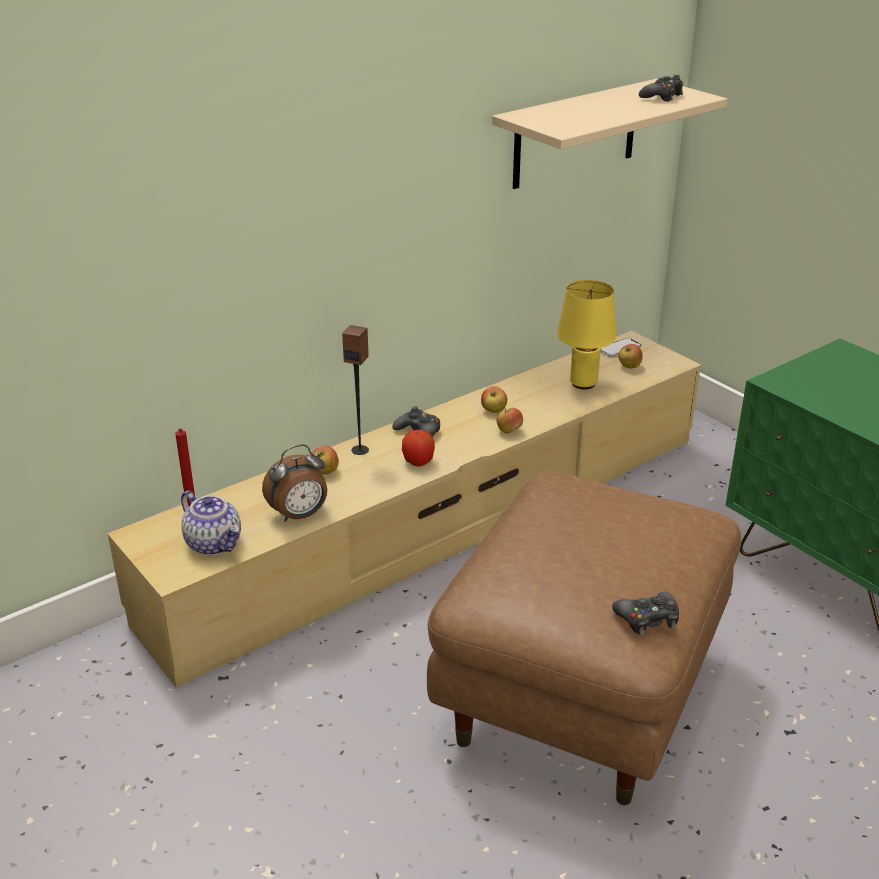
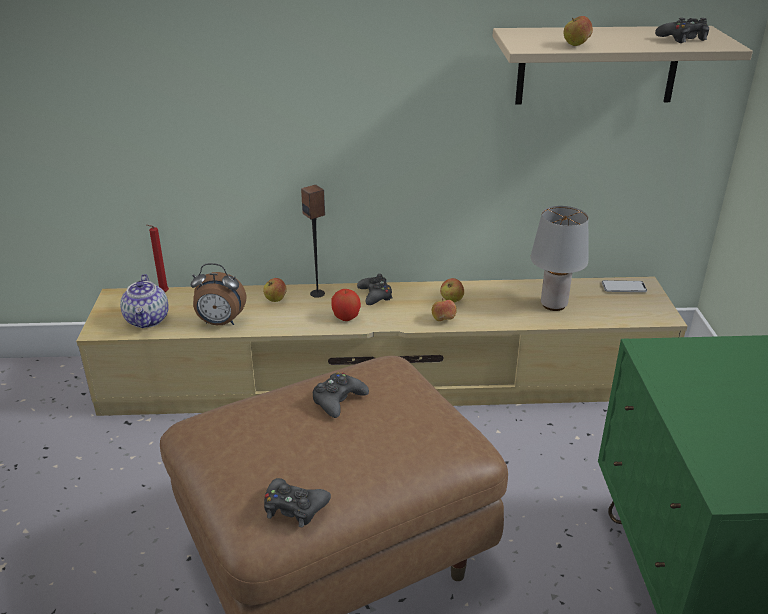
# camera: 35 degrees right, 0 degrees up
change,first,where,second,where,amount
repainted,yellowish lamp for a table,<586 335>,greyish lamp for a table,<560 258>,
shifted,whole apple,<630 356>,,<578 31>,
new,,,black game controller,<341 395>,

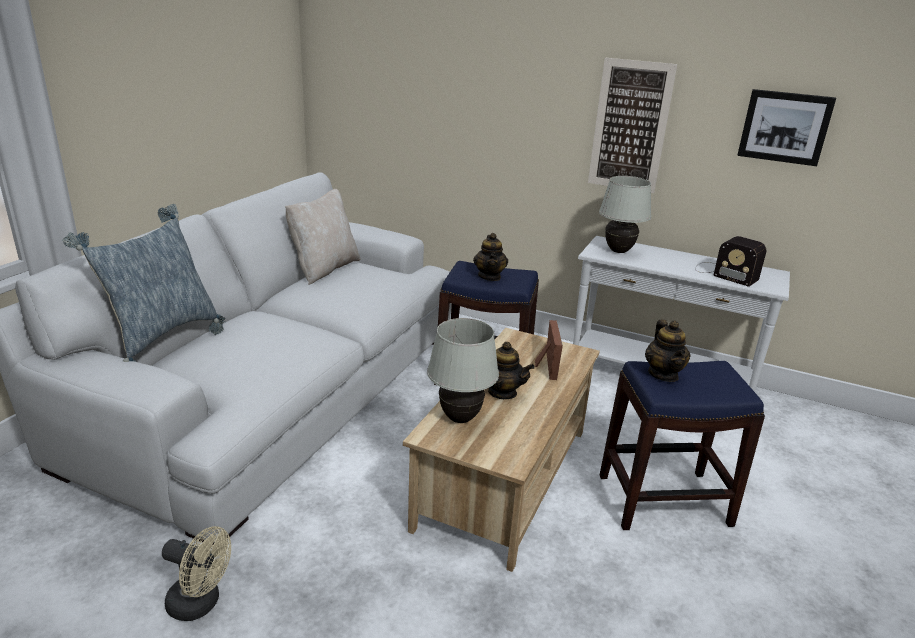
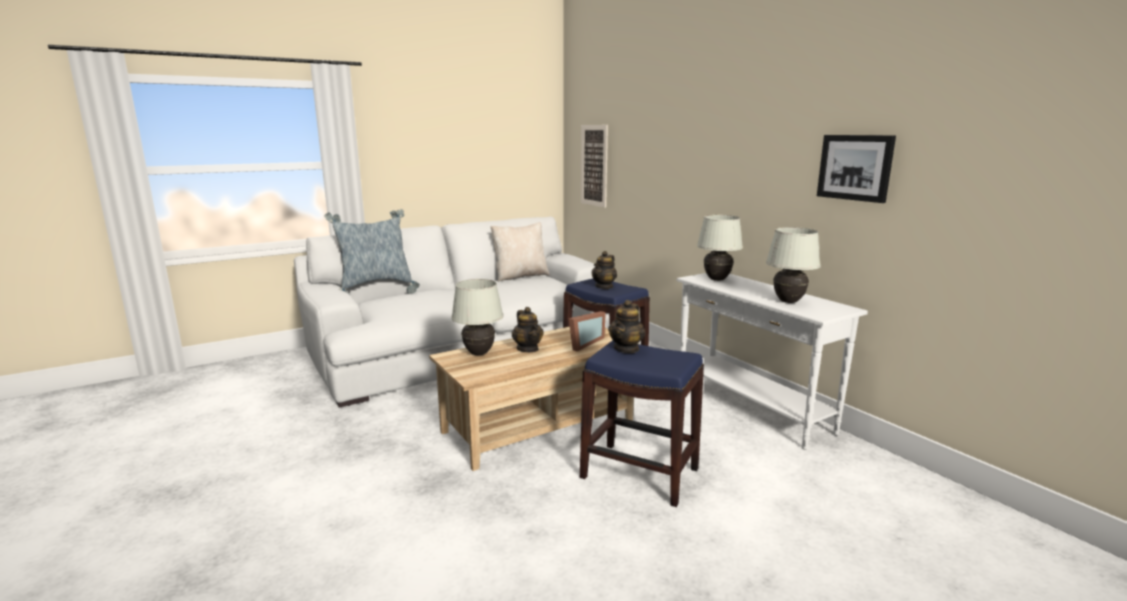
# camera: 35 degrees right, 10 degrees down
change,first,where,second,where,amount
gone,beige fan,<196 573>,,,
shifted,picture,<632 125>,,<594 166>,
swapped,radio set,<730 261>,white lamp for a table,<793 265>,

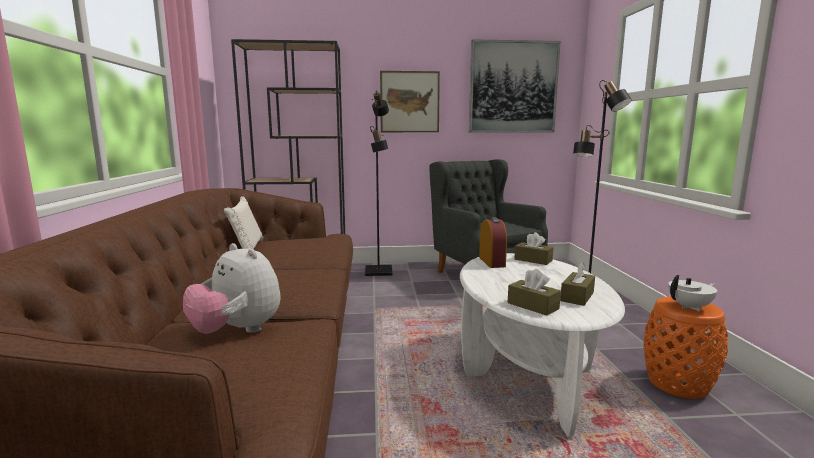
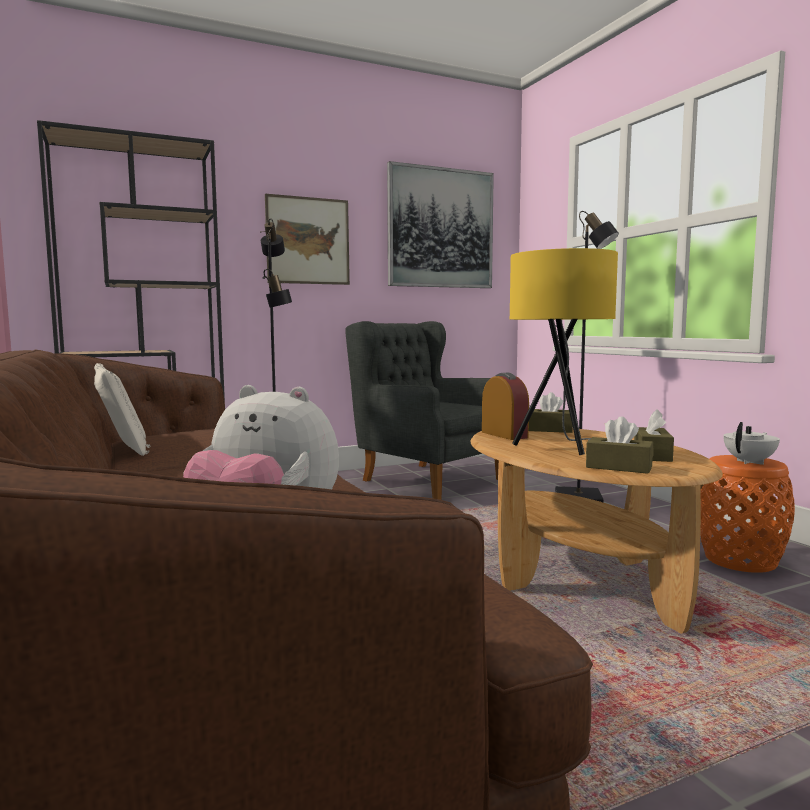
# camera: 20 degrees left, 5 degrees down
change,first,where,second,where,amount
repainted,white low table,<542 345>,brown low table,<596 531>,
new,,,yellowish lamp for a table,<564 351>,

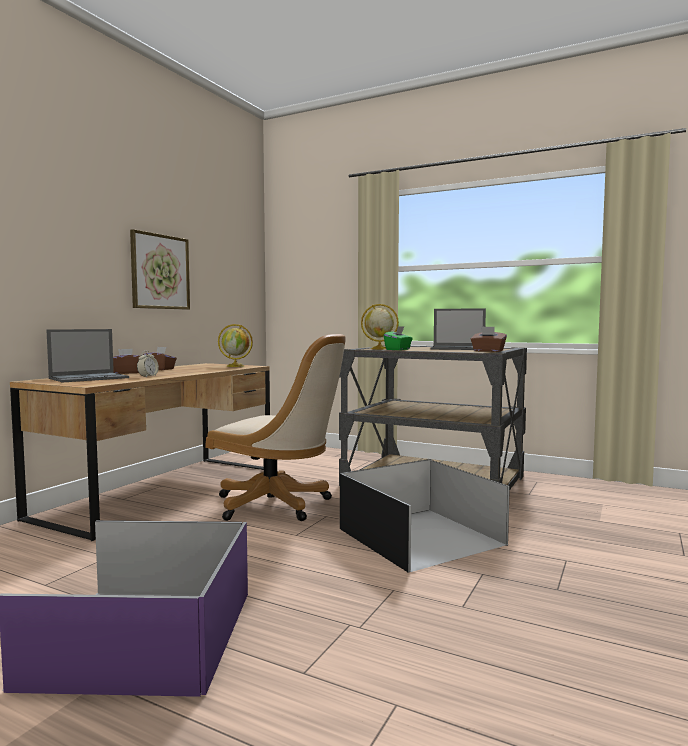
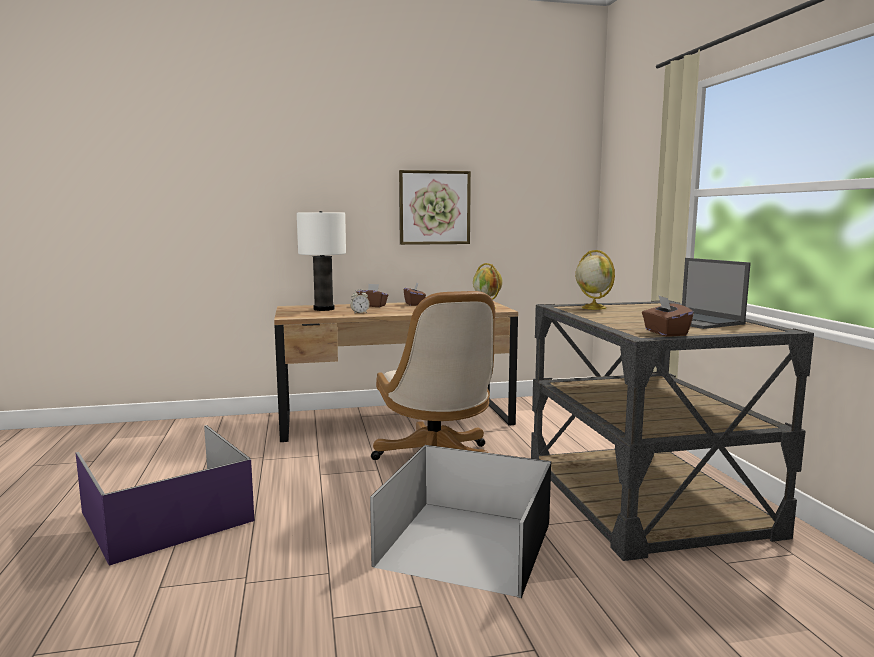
# camera: 50 degrees right, 5 degrees up
change,first,where,second,where,amount
swapped,notebook computer,<87 356>,white lamp for a table,<321 261>,
gone,green tissue holder,<398 338>,,,

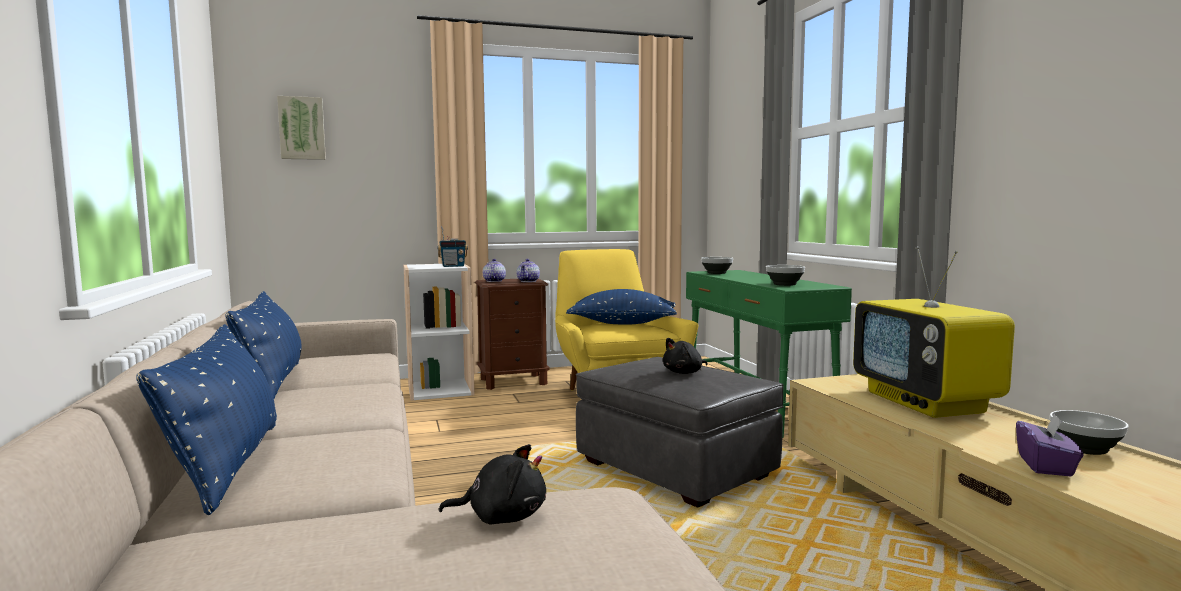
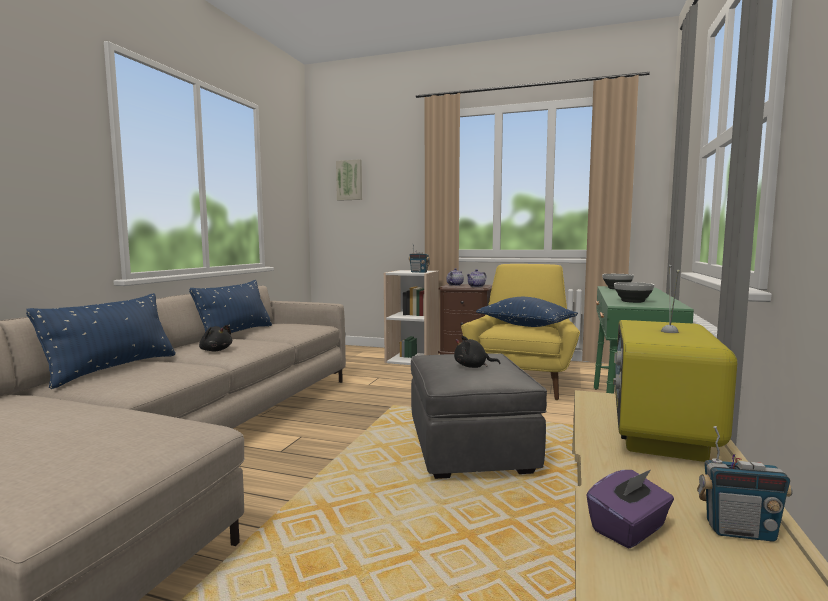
# camera: 35 degrees right, 0 degrees up
change,first,where,second,where,amount
shifted,black plush toy,<492 484>,,<215 338>,
swapped,bowl,<1089 432>,radio set,<745 484>,

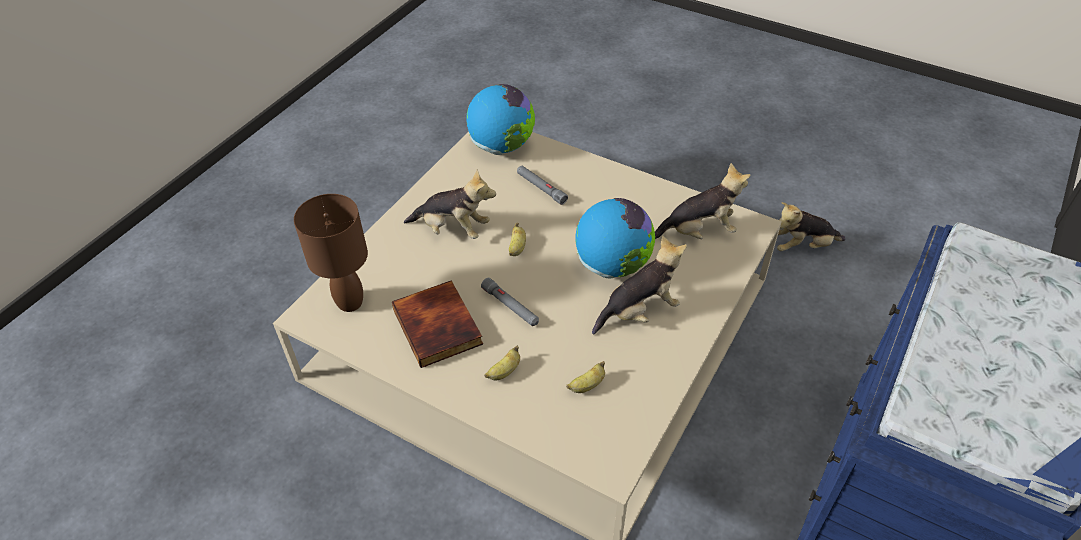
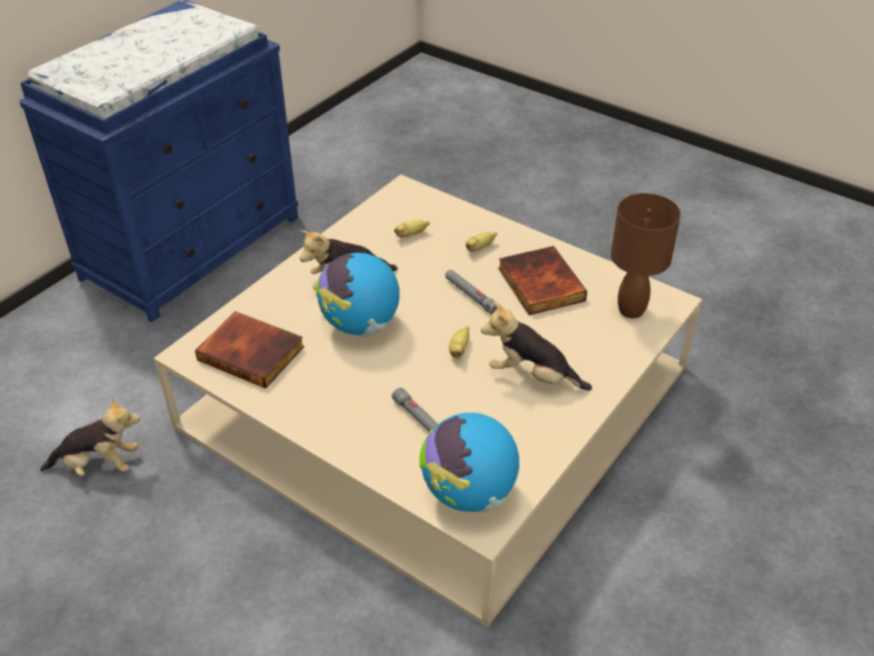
# camera: 175 degrees left, 5 degrees down
change,first,where,second,where,amount
swapped,plush toy,<703 201>,book,<249 350>,

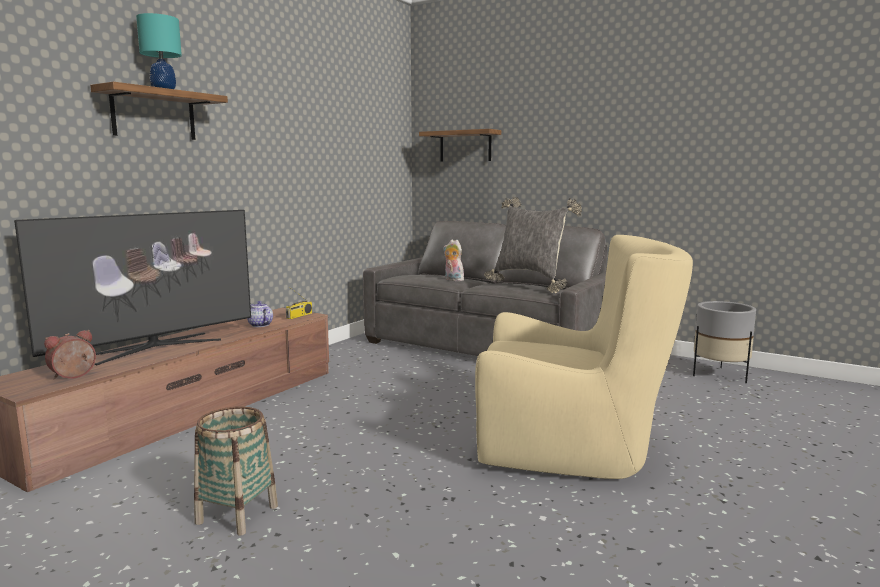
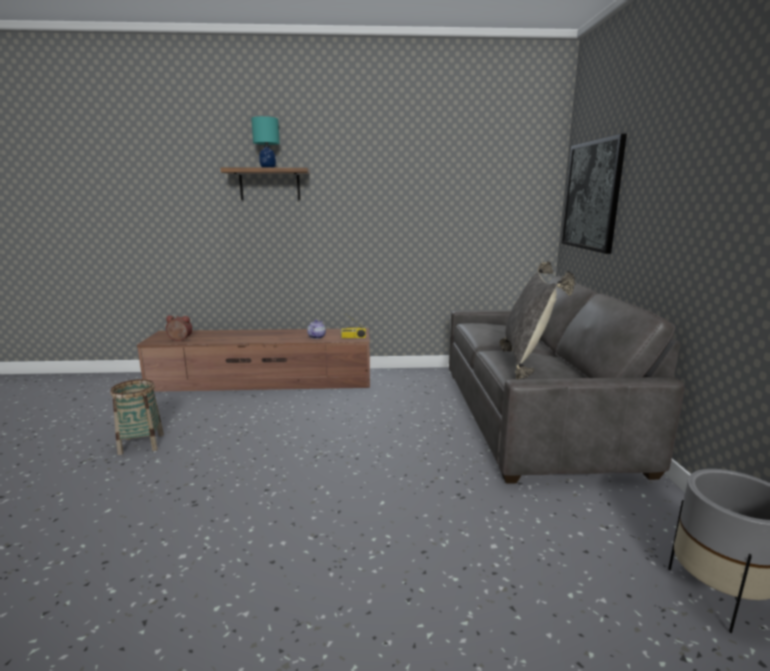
# camera: 55 degrees right, 5 degrees up
change,first,where,second,where,amount
gone,TV,<132 287>,,,
swapped,wall shelf,<460 145>,picture,<594 194>,
gone,plush toy,<454 260>,,,
gone,beige armchair,<584 357>,,,

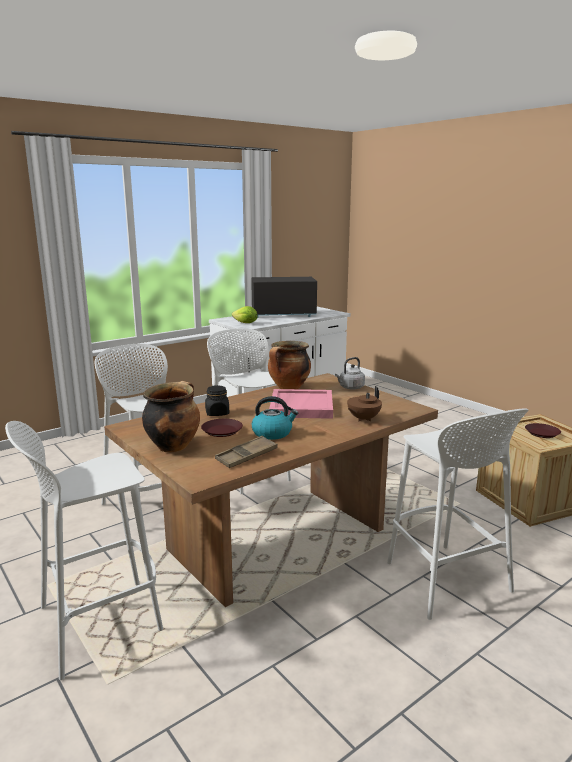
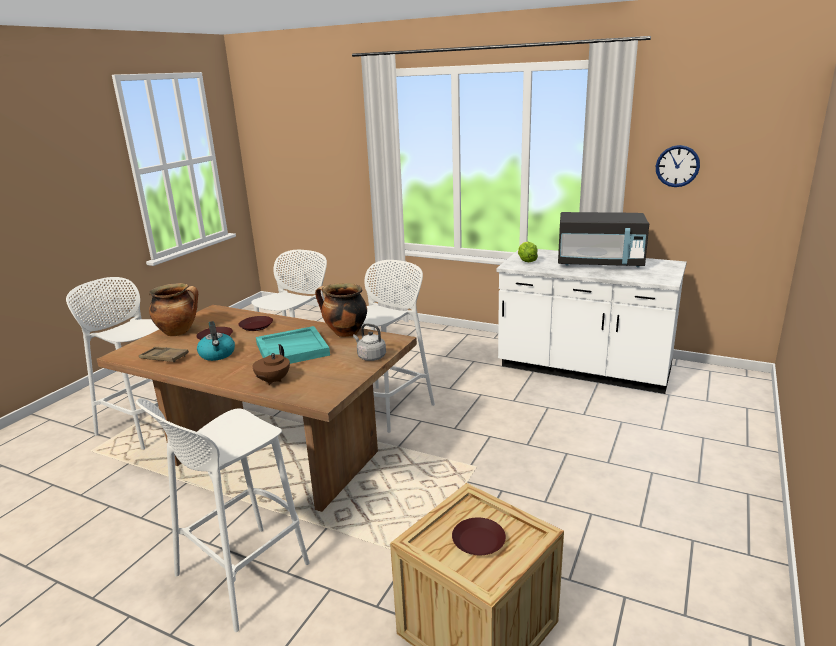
# camera: 65 degrees right, 5 degrees up
change,first,where,second,where,amount
swapped,black jar,<217 400>,brown plate,<256 323>,
rotated,black microwave,<284 297>,,<603 239>,135 degrees clockwise
repainted,pink-coloured tray,<301 404>,blue-green tray,<293 345>,
rotated,brown teapot,<364 404>,,<271 364>,90 degrees counterclockwise
new,,,hanging clock,<678 166>,

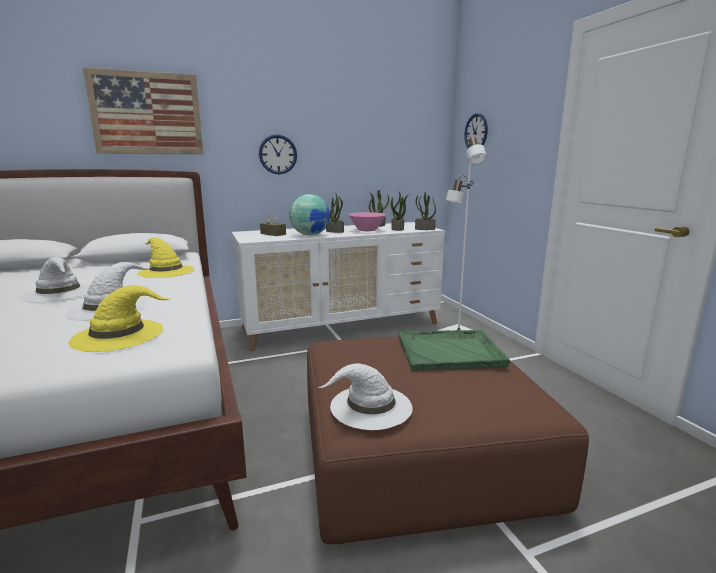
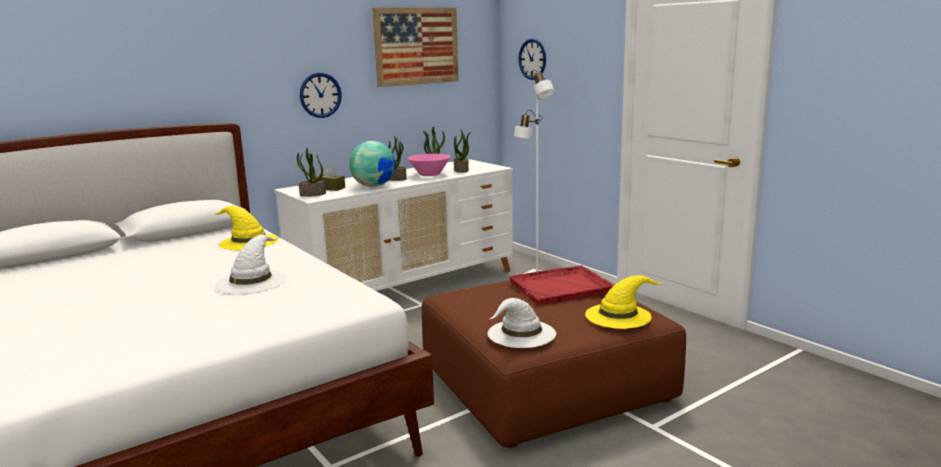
# camera: 15 degrees left, 0 degrees up
change,first,where,second,where,amount
gone,white hat,<55 280>,,,
shifted,yellowish hat,<120 318>,,<624 302>,
shifted,picture,<143 110>,,<415 47>,
repainted,green tray,<454 350>,red-coloured tray,<562 285>,
shifted,potted plant,<425 210>,,<311 172>,

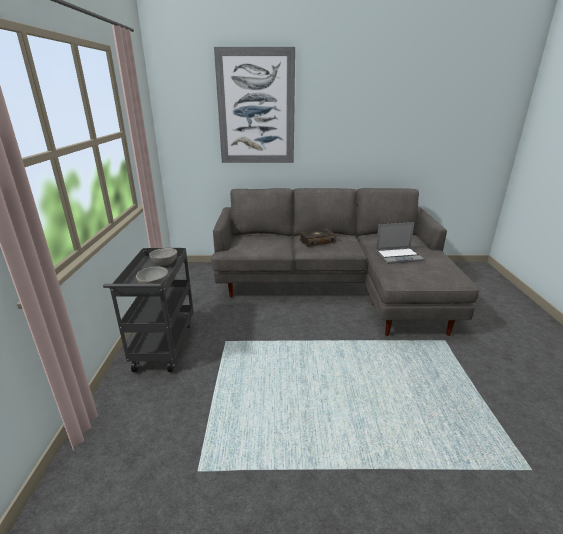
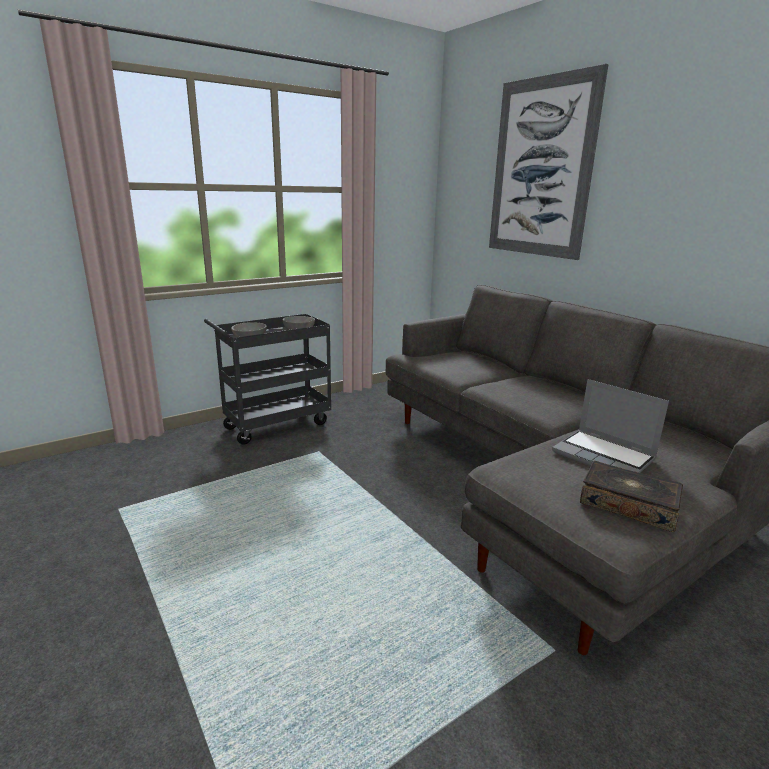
# camera: 55 degrees right, 5 degrees down
change,first,where,second,where,amount
shifted,book,<318 237>,,<631 496>,

